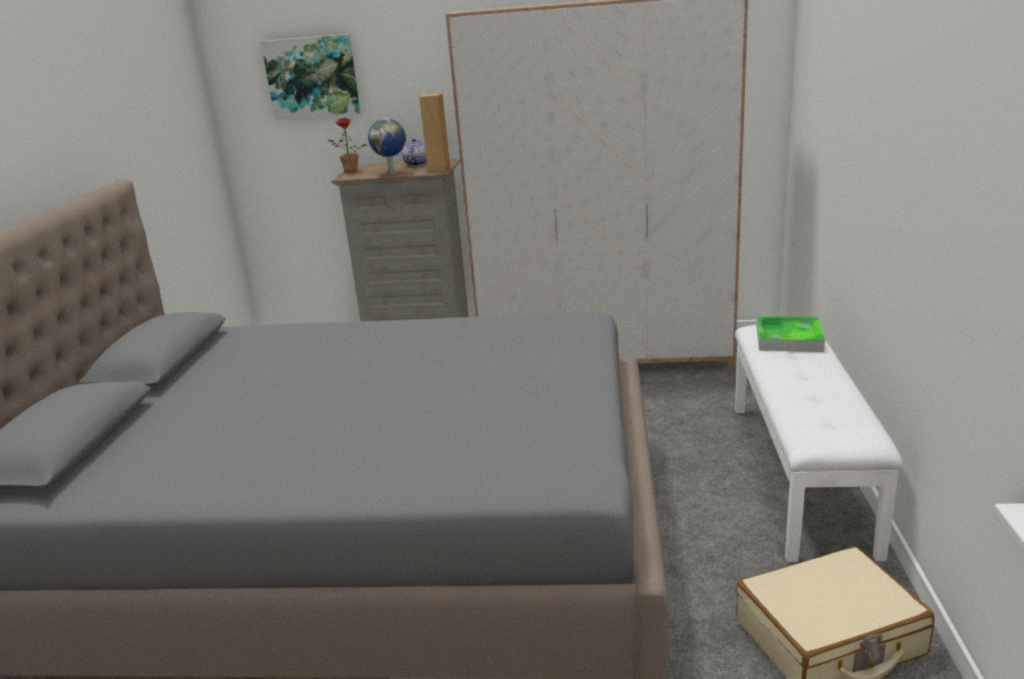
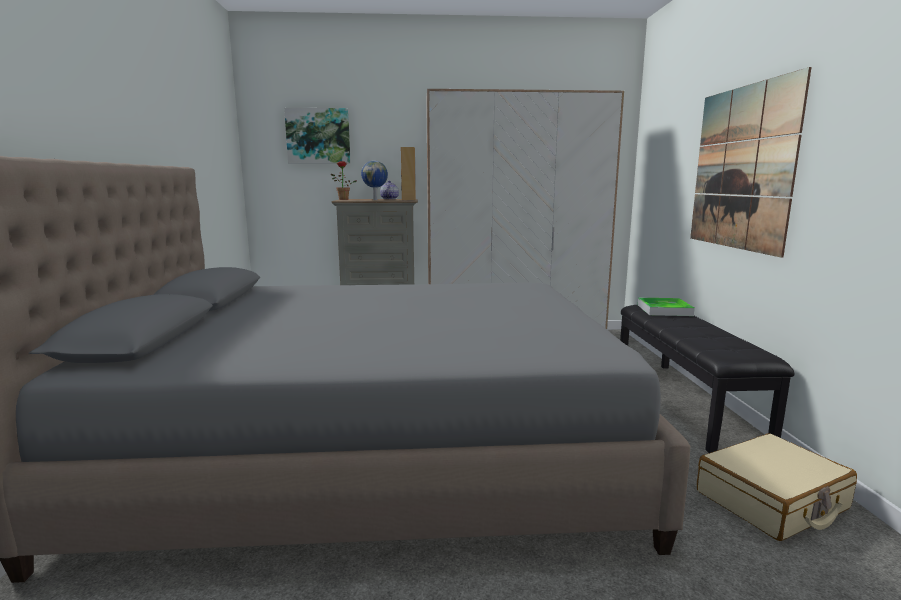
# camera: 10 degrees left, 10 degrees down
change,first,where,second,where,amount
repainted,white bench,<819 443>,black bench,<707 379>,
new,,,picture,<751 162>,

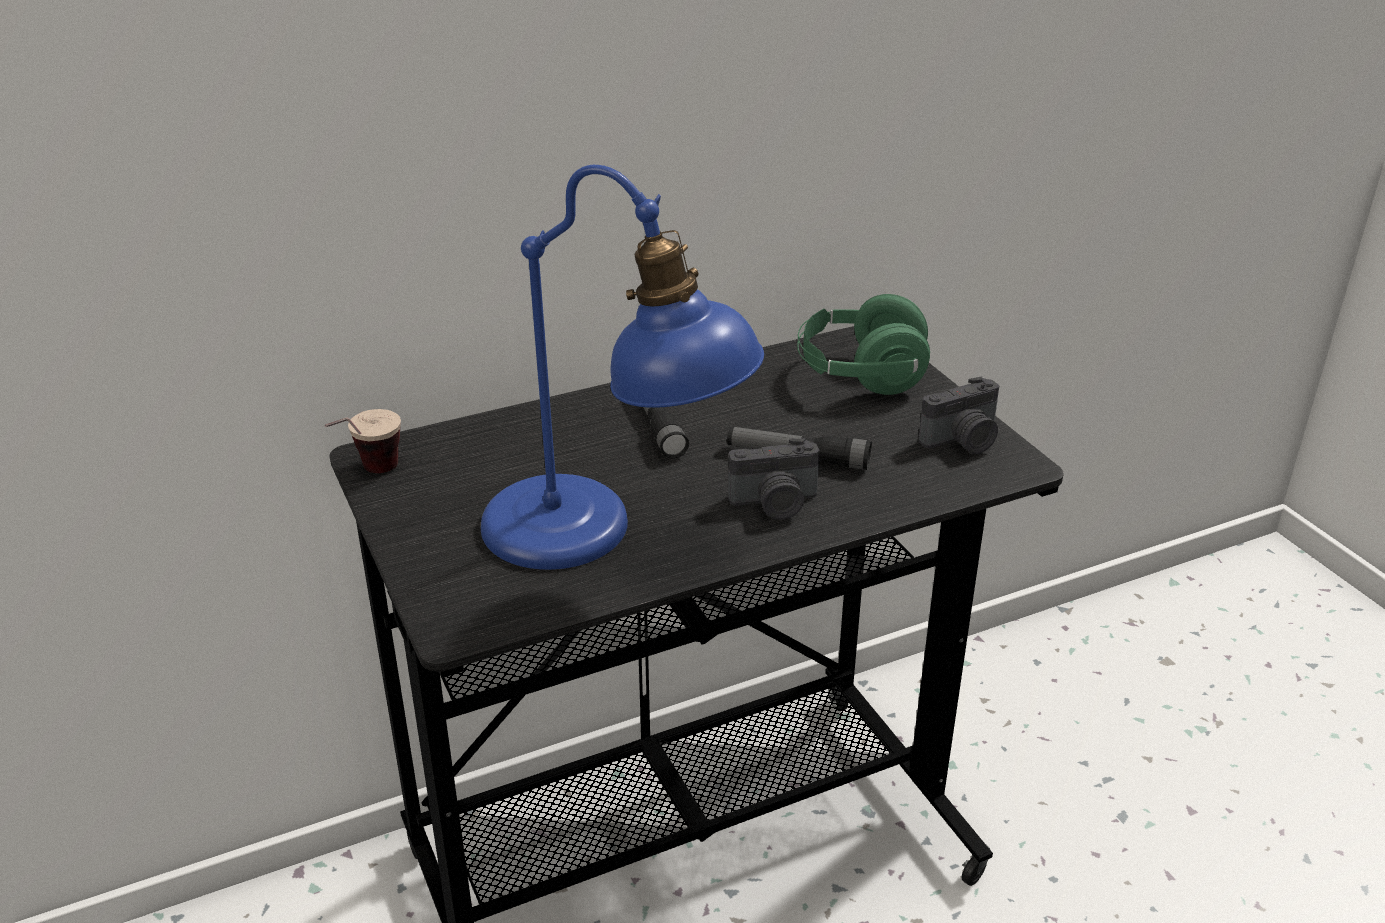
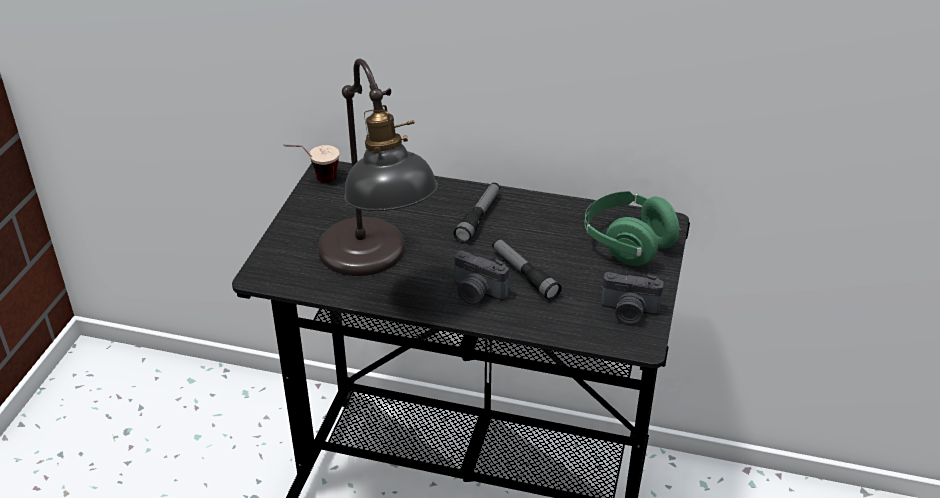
# camera: 40 degrees right, 5 degrees up
change,first,where,second,where,amount
repainted,blue lamp for a table,<622 367>,greyish lamp for a table,<378 167>,

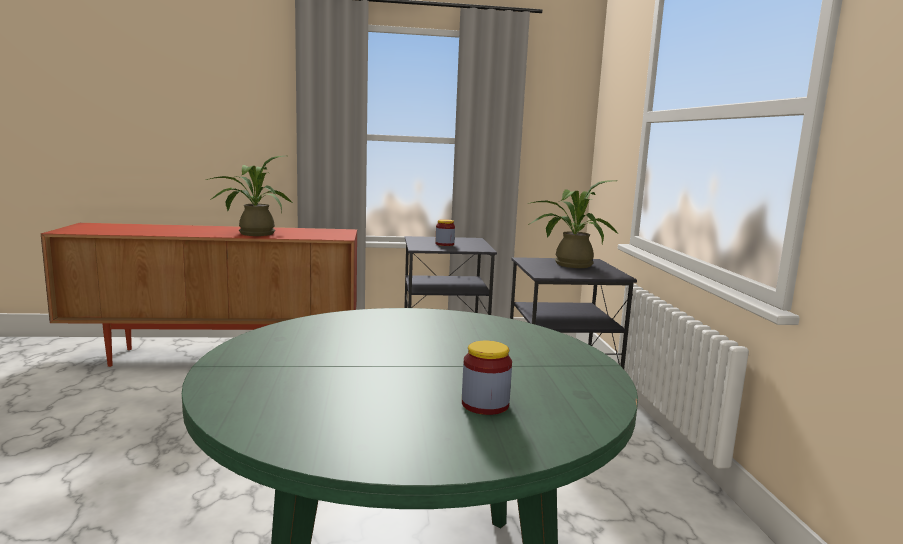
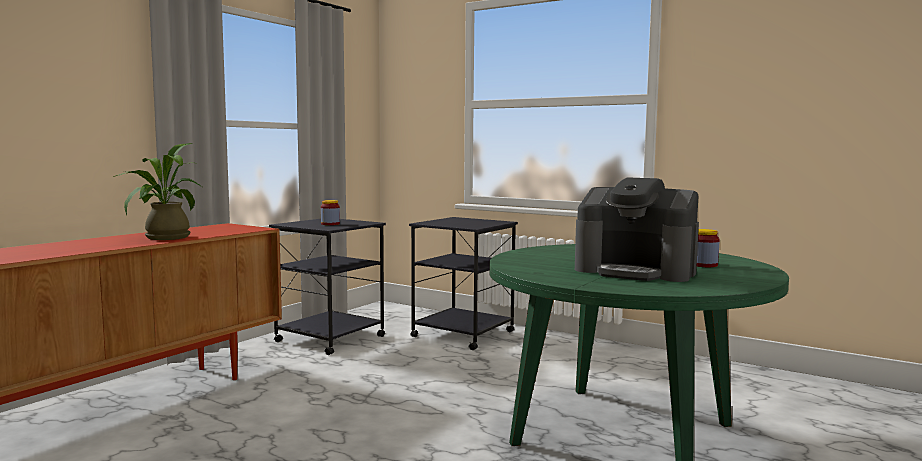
# camera: 50 degrees left, 5 degrees down
change,first,where,second,where,amount
gone,potted plant,<573 224>,,,
new,,,coffee machine,<637 229>,

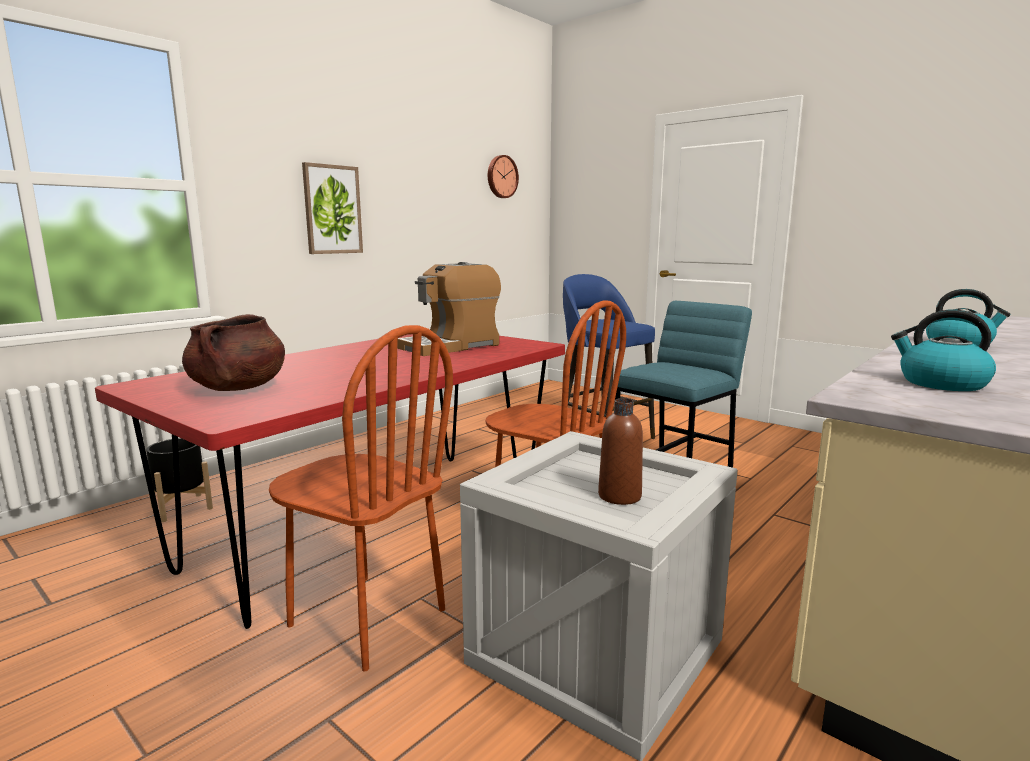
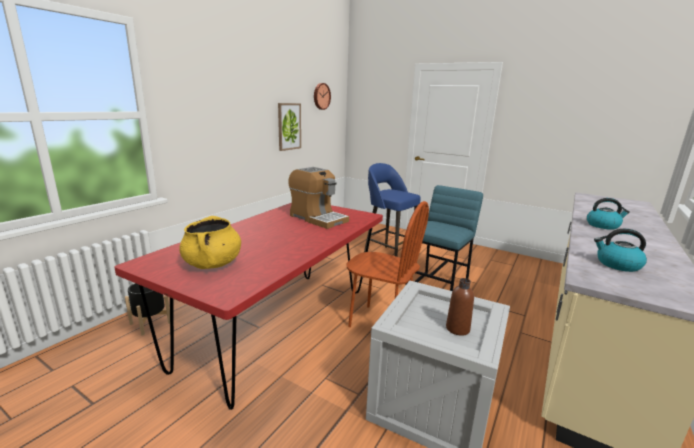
# camera: 10 degrees left, 5 degrees up
change,first,where,second,where,amount
repainted,brown stockpot,<233 352>,yellowish stockpot,<210 242>,
gone,brown upright chair,<361 498>,,,
shifted,picture,<332 208>,,<289 127>,
rotated,coffee machine,<449 309>,,<318 198>,90 degrees counterclockwise

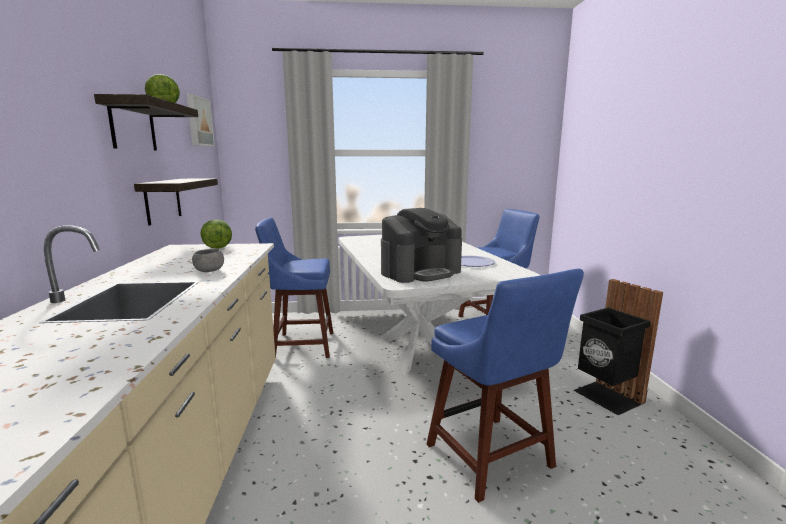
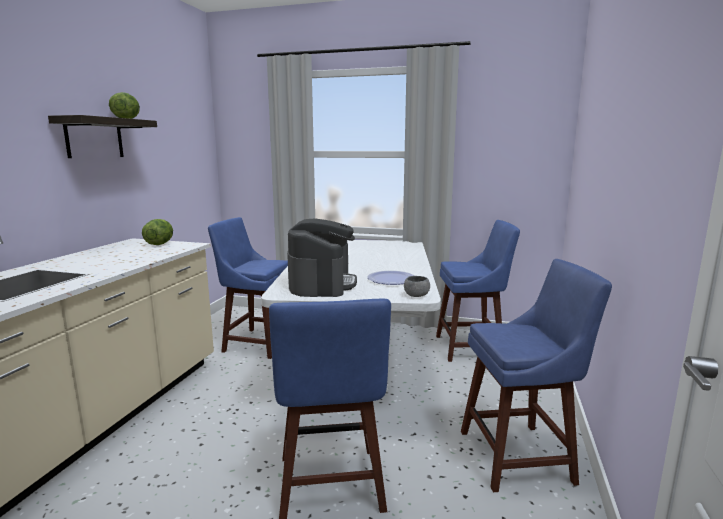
# camera: 20 degrees right, 0 degrees up
change,first,where,second,where,amount
gone,wall shelf,<176 202>,,,
gone,picture,<201 120>,,,
shifted,greyish bowl,<208 260>,,<417 286>,
rotated,coffee machine,<421 245>,,<322 257>,75 degrees counterclockwise
swapped,black waste bin,<618 347>,blue upright chair,<536 375>,

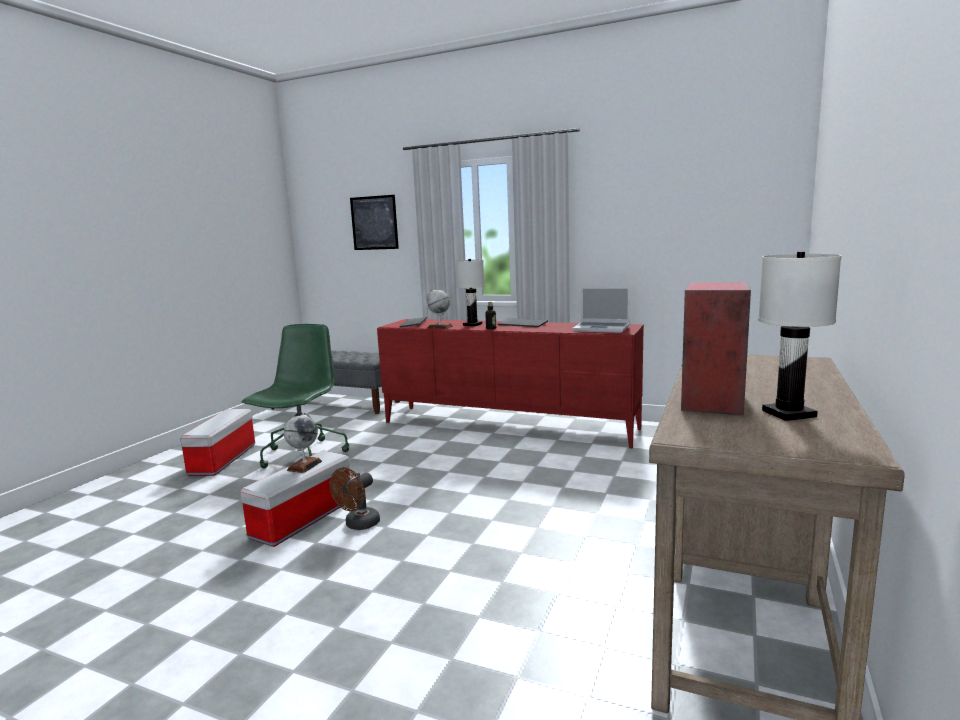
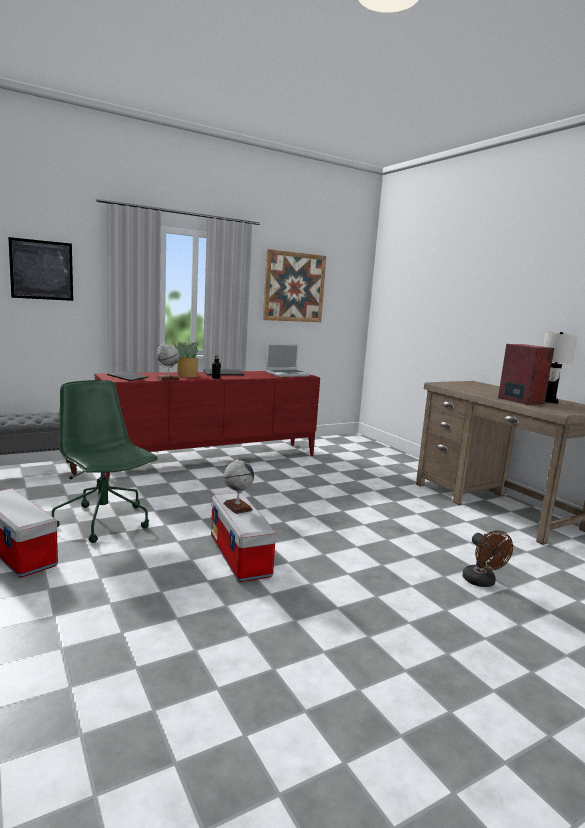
# camera: 55 degrees left, 0 degrees up
change,first,where,second,where,amount
shifted,brown fan,<355 498>,,<487 558>,
swapped,white lamp for a table,<470 292>,potted plant,<186 359>,
new,,,picture,<294 285>,

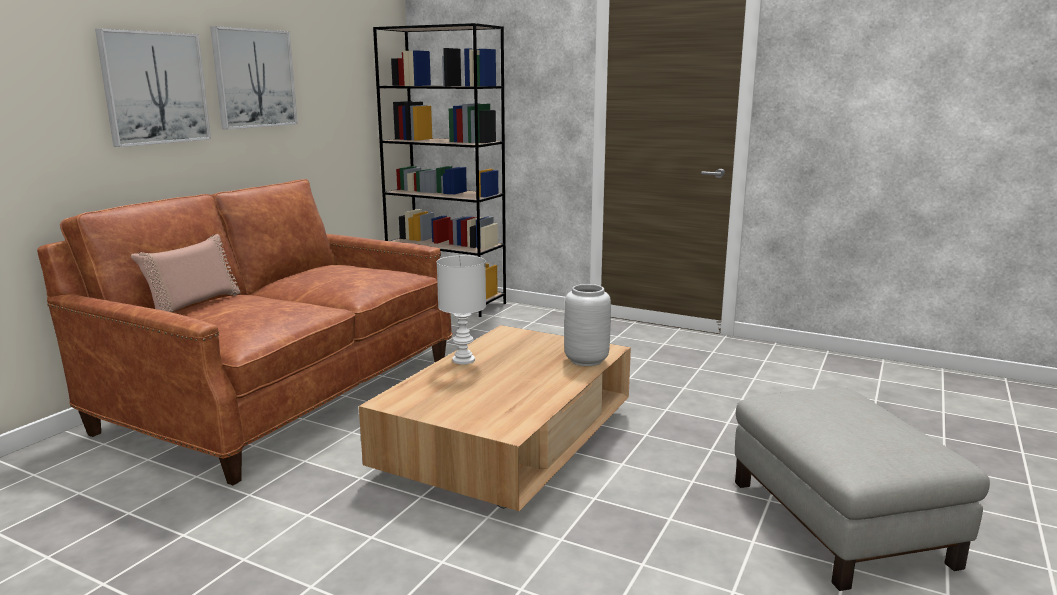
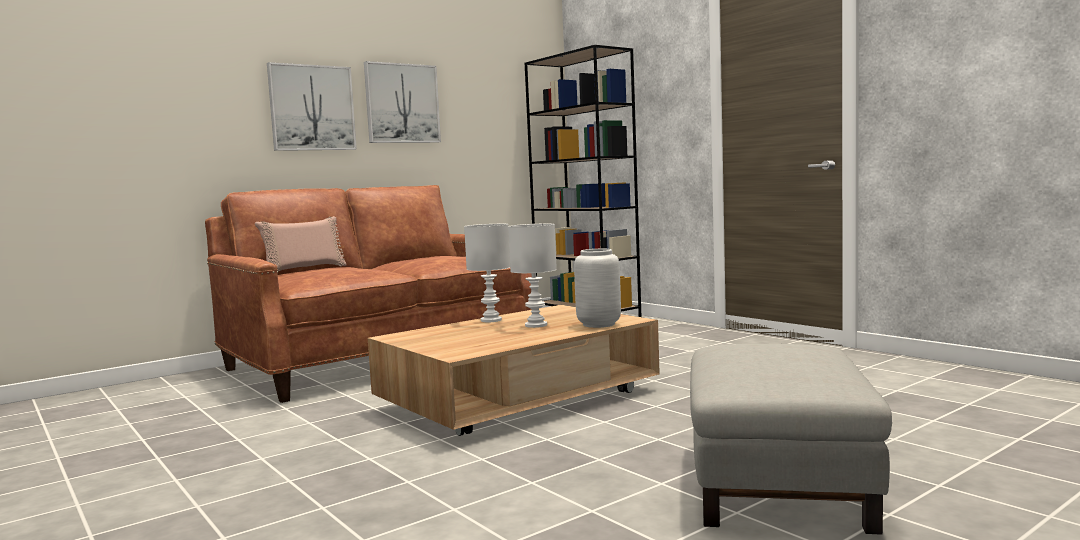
# camera: 25 degrees right, 10 degrees down
change,first,where,second,where,amount
new,,,white lamp for a table,<532 276>,

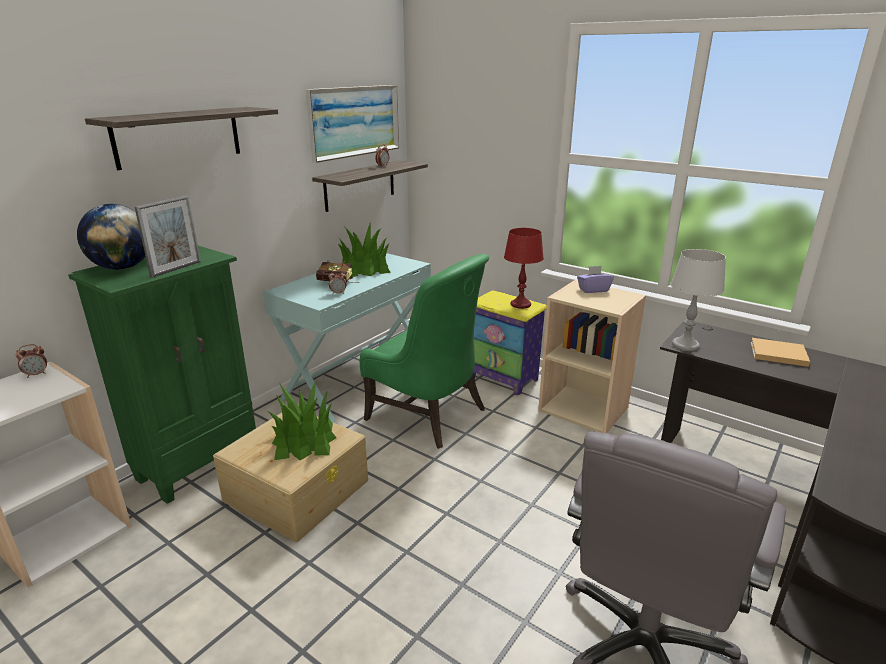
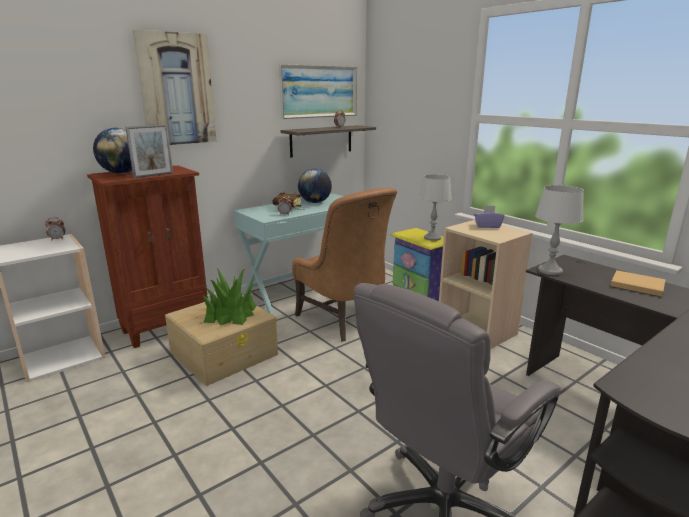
# camera: 15 degrees right, 5 degrees down
change,first,where,second,where,amount
repainted,green cupboard,<162 375>,brown cupboard,<147 256>,
swapped,wall shelf,<181 138>,picture,<175 87>,
swapped,potted plant,<364 250>,desk globe,<315 186>,
repainted,green upright chair,<424 351>,brown upright chair,<344 265>,
repainted,red-coloured lamp for a table,<524 268>,greyish lamp for a table,<435 207>,

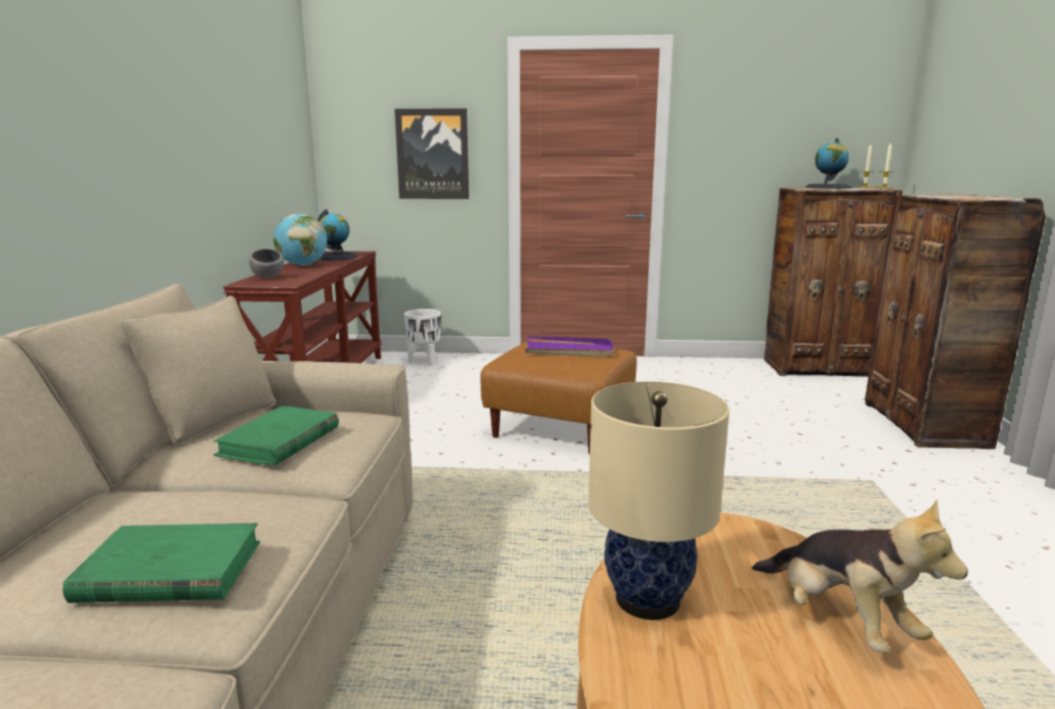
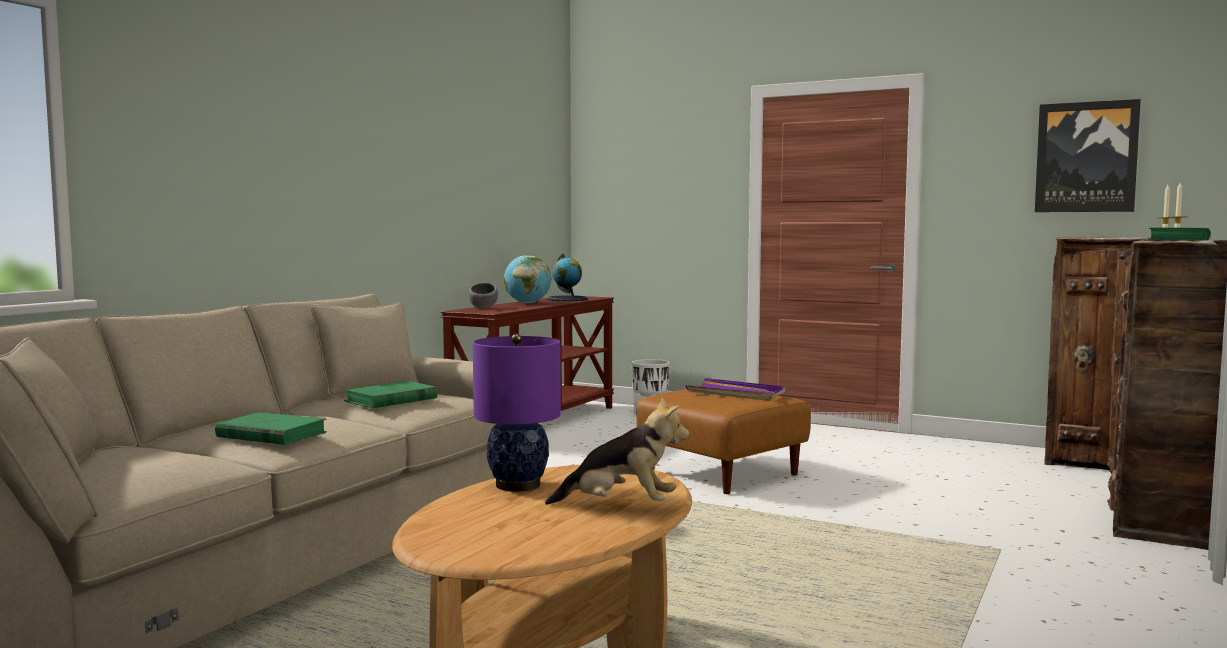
# camera: 25 degrees right, 10 degrees down
change,first,where,second,where,amount
shifted,picture,<432 153>,,<1088 155>,
repainted,beige lamp for a table,<658 501>,purple lamp for a table,<517 413>,
rotated,plush toy,<860 576>,,<617 451>,75 degrees counterclockwise
gone,desk globe,<828 163>,,,
new,,,green book,<1179 233>,

